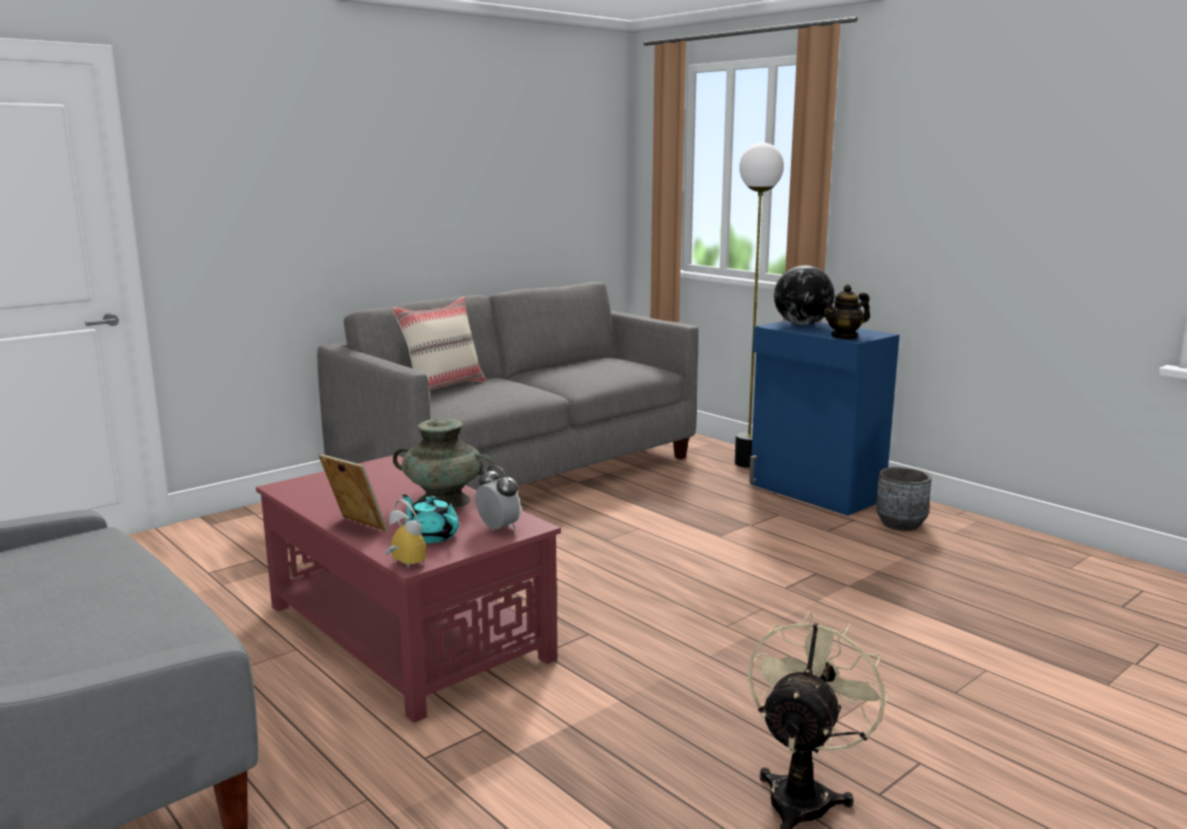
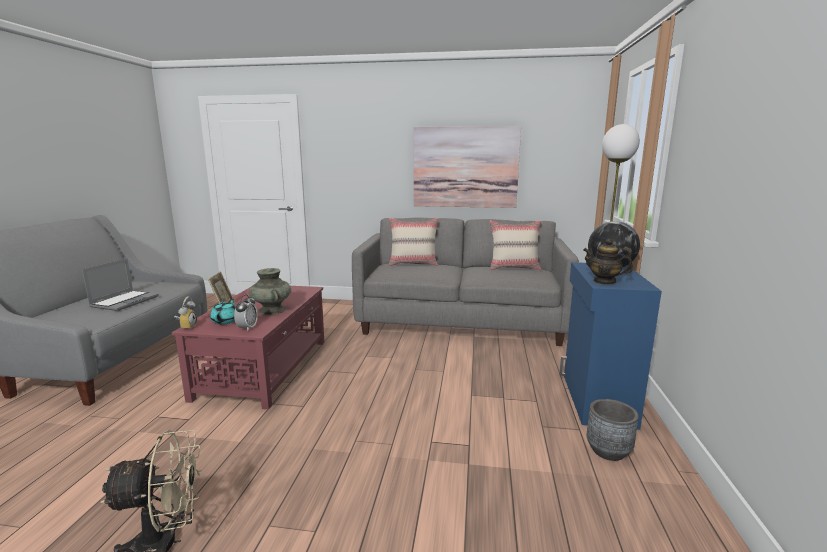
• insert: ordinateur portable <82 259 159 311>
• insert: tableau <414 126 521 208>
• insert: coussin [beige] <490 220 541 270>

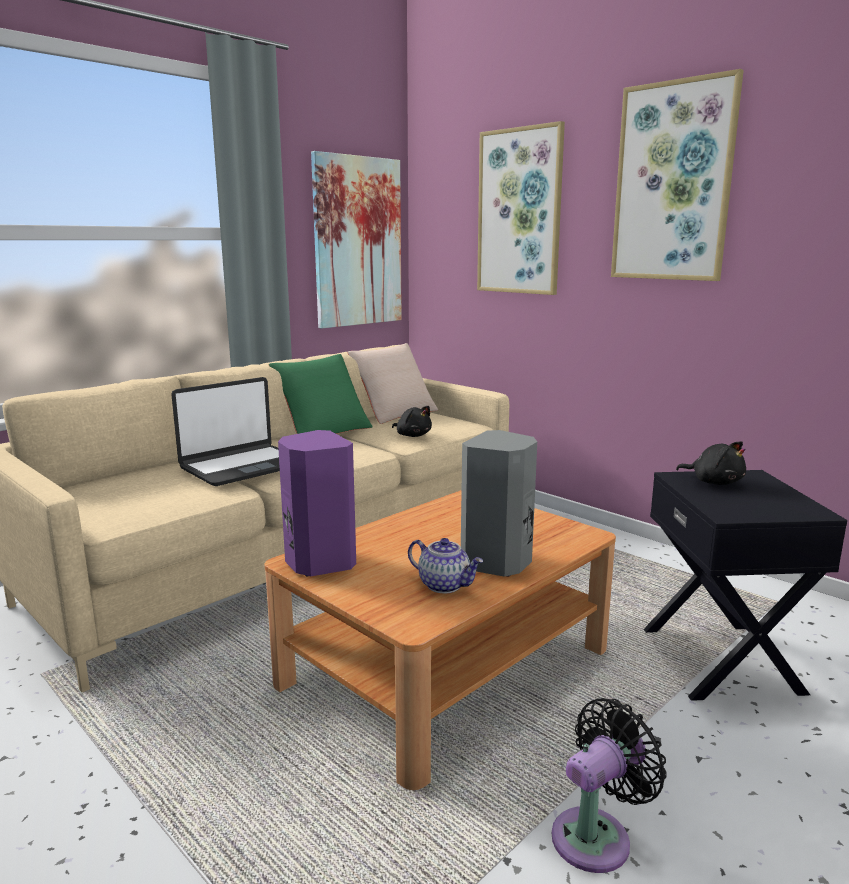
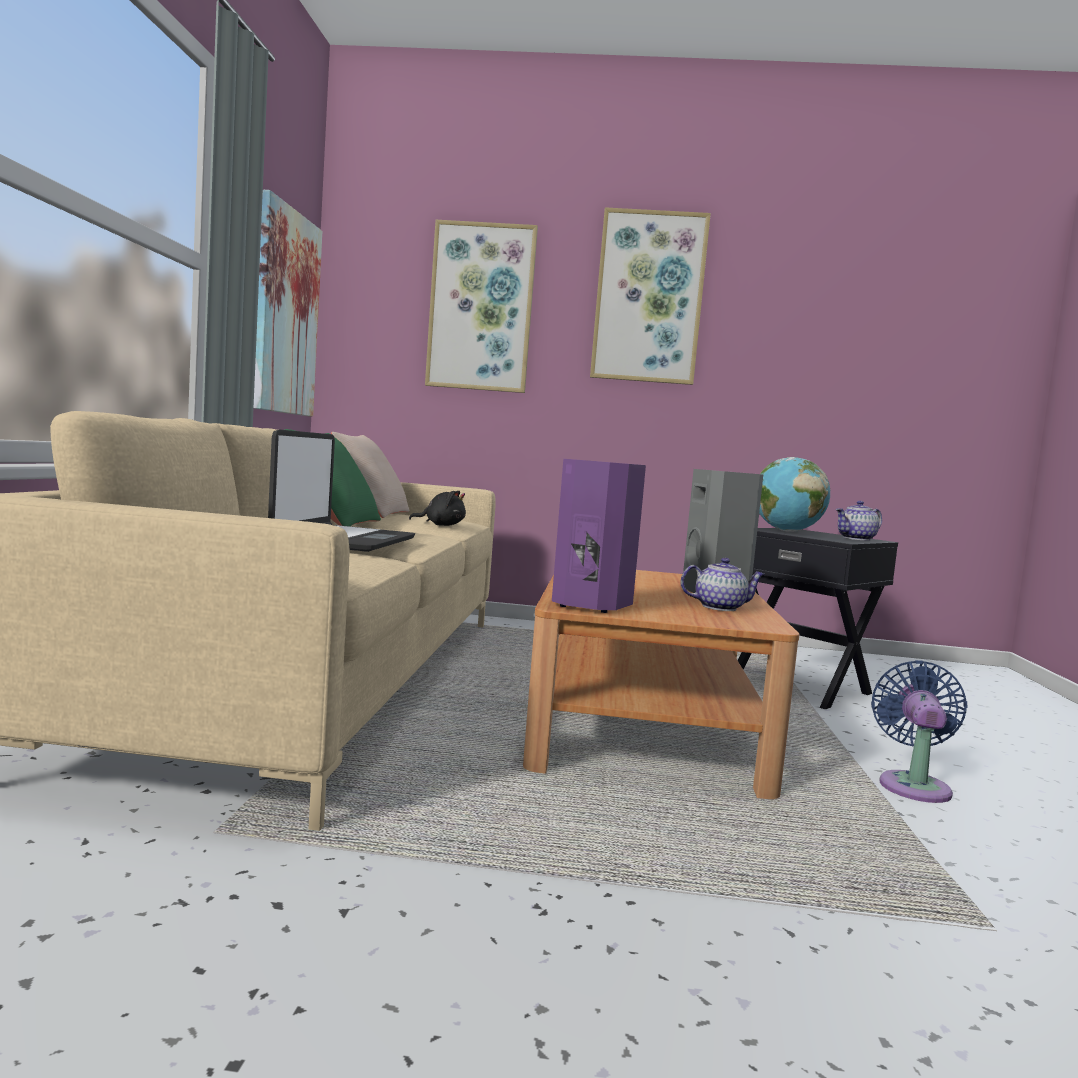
• replace: peluche [noir] <676 441 746 485> to globe <759 457 830 532>
• insert: théière <836 501 882 541>
• recolor: ventilateur [noir] <552 698 667 873> to ventilateur [bleu] <871 660 968 803>

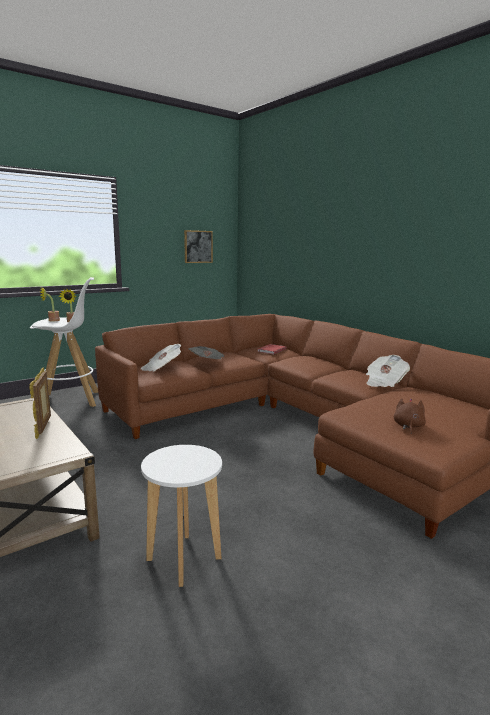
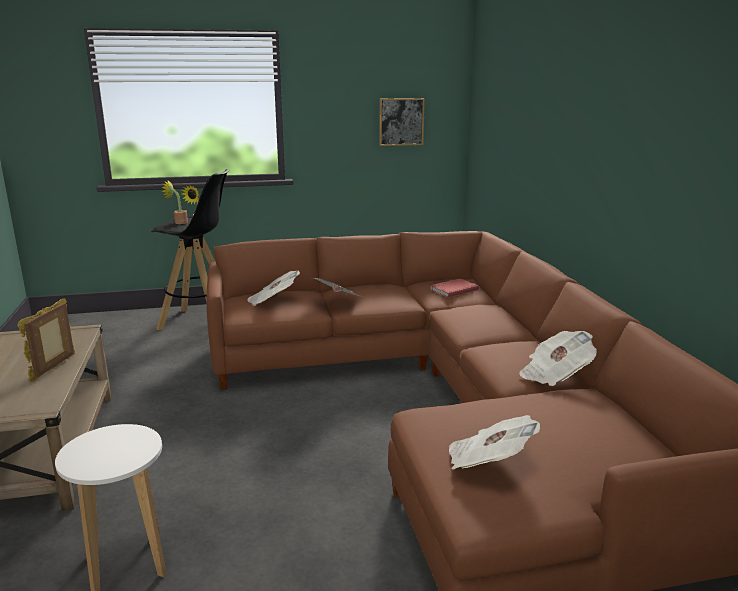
• recolor: tabouret [blanc] <30 277 98 407> to tabouret [noir] <151 169 229 330>
• replace: peluche [marron] <394 398 426 434> to journal <449 415 540 470>

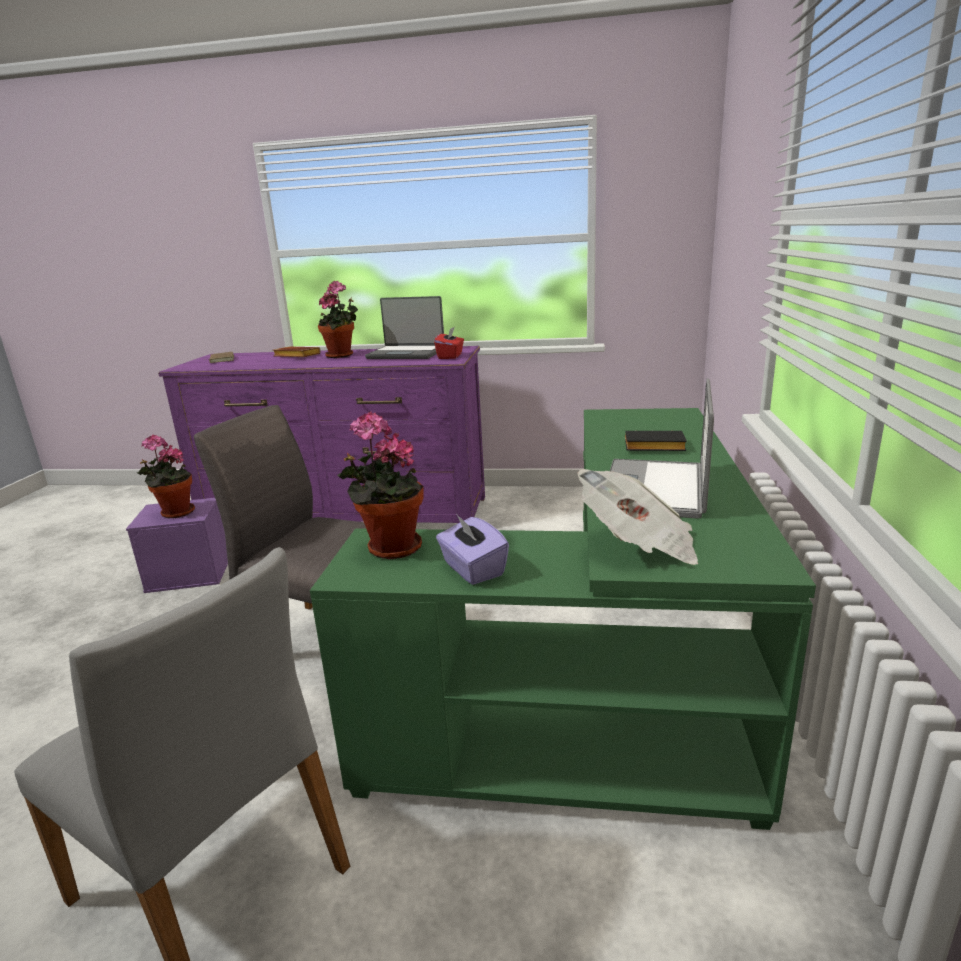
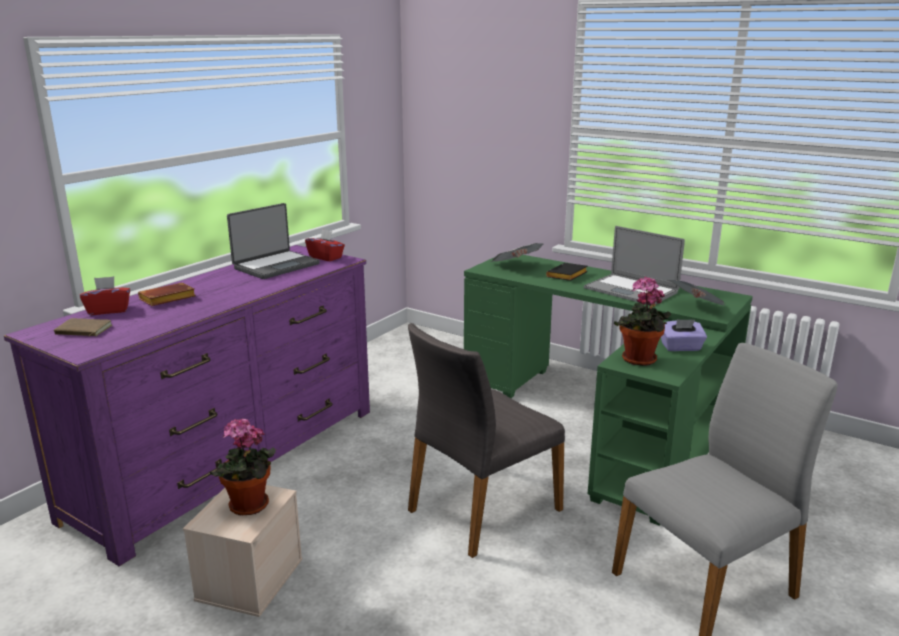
• insert: boîte à mouchoirs [rouge] <80 276 130 315>
• recolor: boîte de rangement [violet] <126 498 228 593> to boîte de rangement [beige] <183 485 302 617>
• insert: journal <490 243 543 262>
• delete: plante en pot <318 281 358 358>

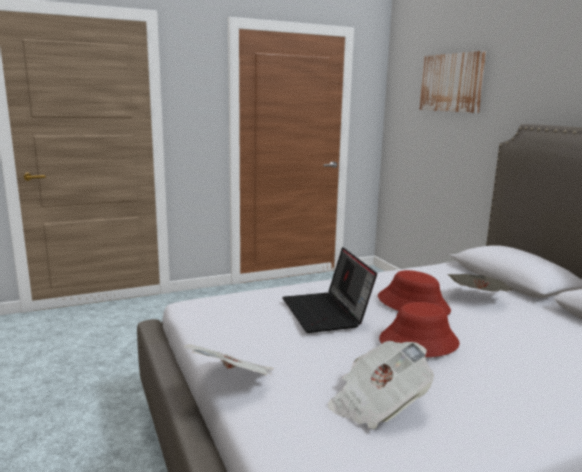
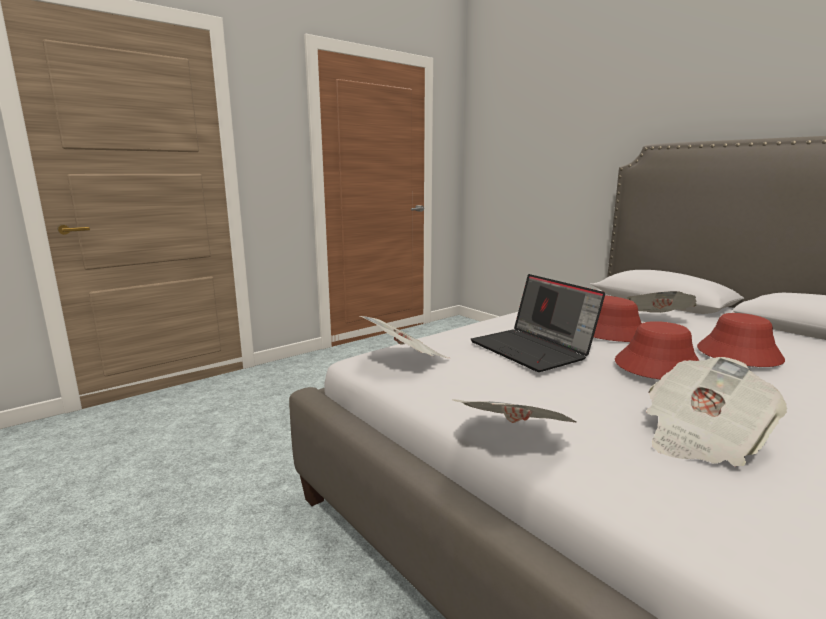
• insert: journal <360 316 449 358>
• insert: chapeau [rouge] <697 313 785 367>
• delete: tableau <419 51 486 113>

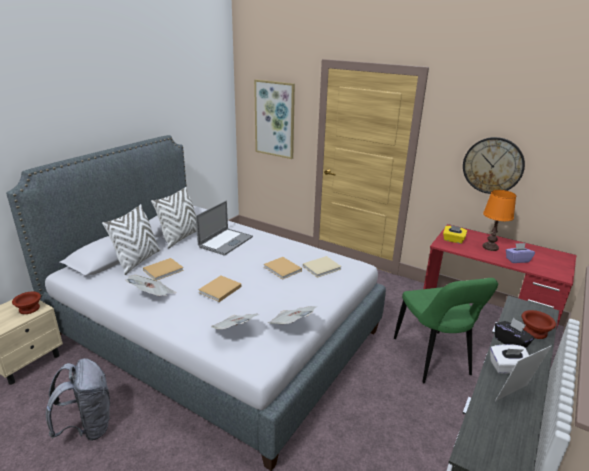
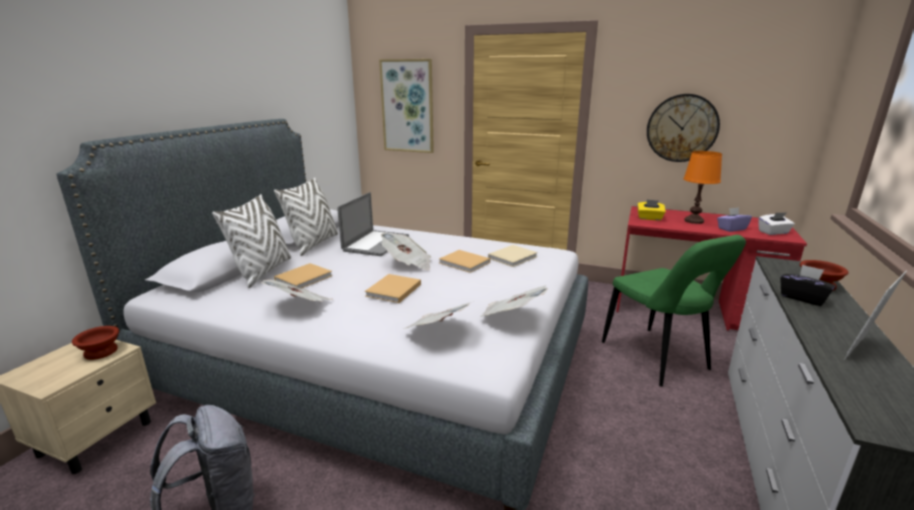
• insert: journal <381 233 431 270>
• move: boîte à mouchoirs [blanc] <490 344 529 373> to <759 212 795 235>

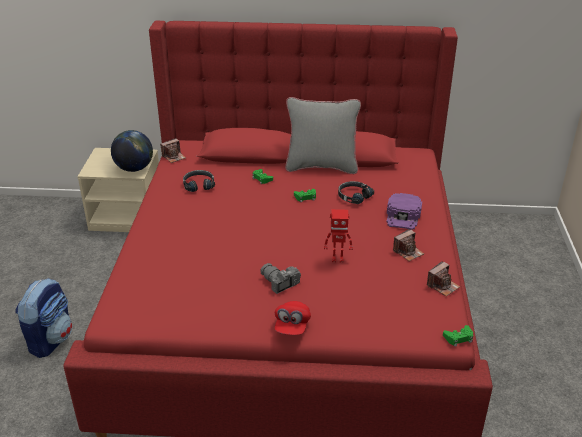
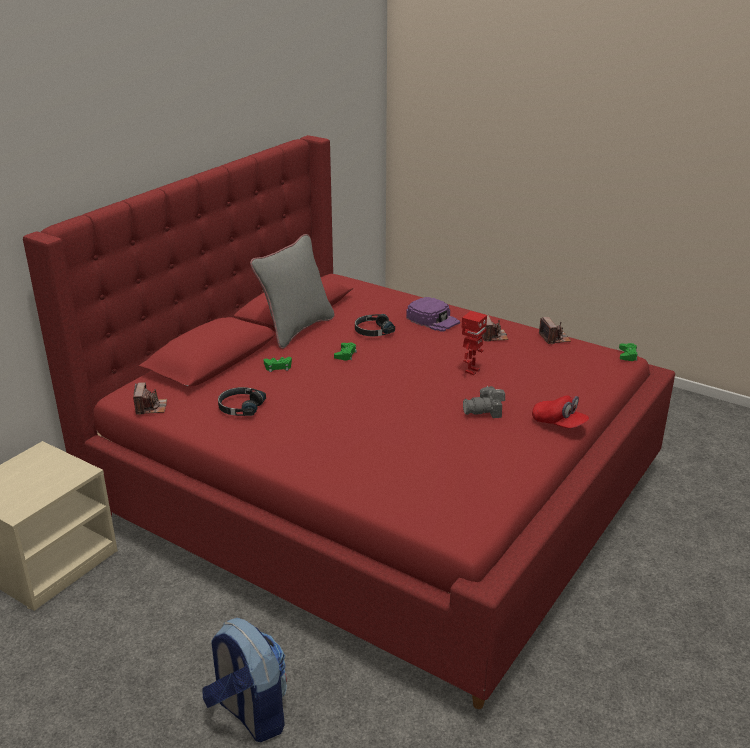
• delete: globe <111 130 153 172>

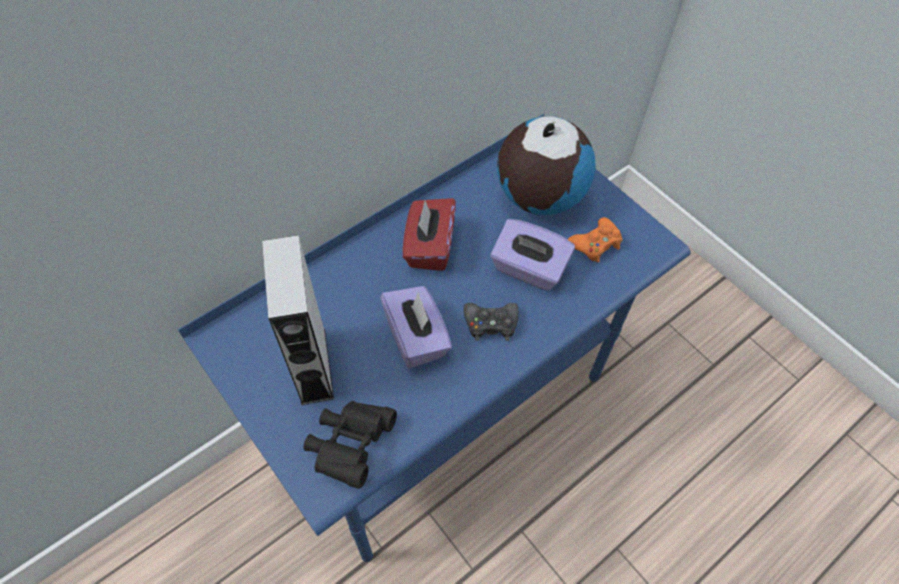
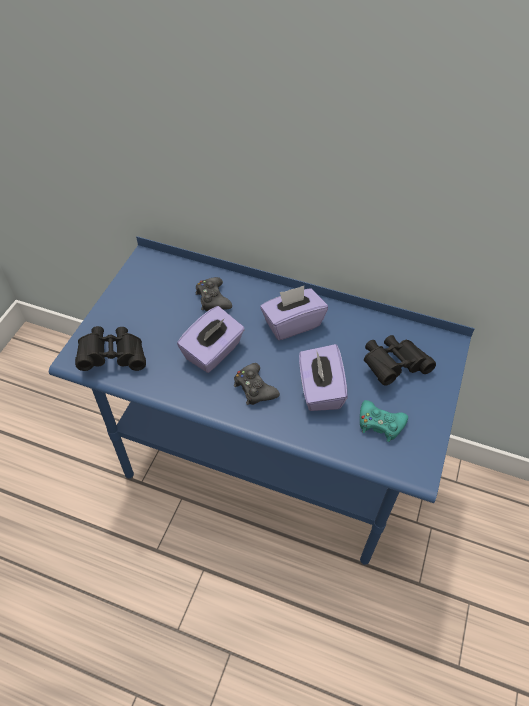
• insert: manette [noir] <196 277 232 311>
• recolor: boîte à mouchoirs [rouge] <403 198 456 271> to boîte à mouchoirs [violet] <260 286 328 340>
• recolor: manette [orange] <567 217 623 263> to manette [turquoise] <360 400 408 442>
• replace: globe <497 116 596 215> to jumelles [noir] <364 335 436 386>
• delete: enceinte [gris] <262 235 334 405>

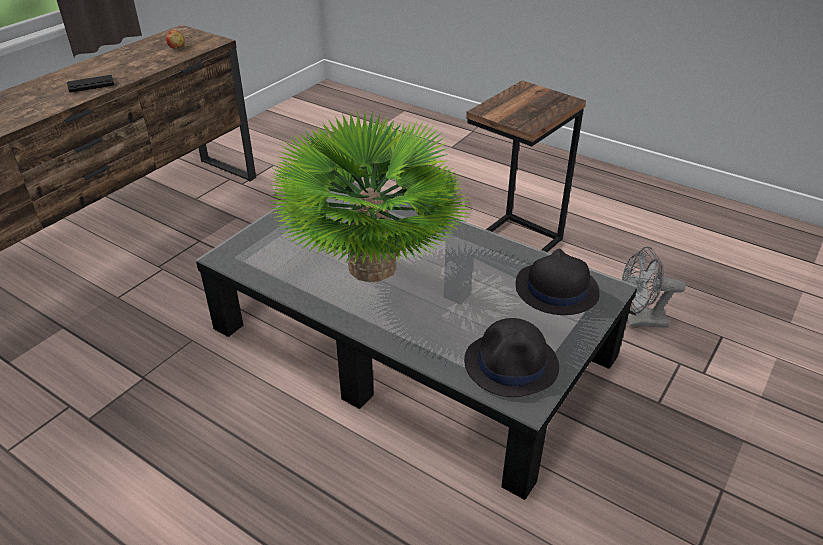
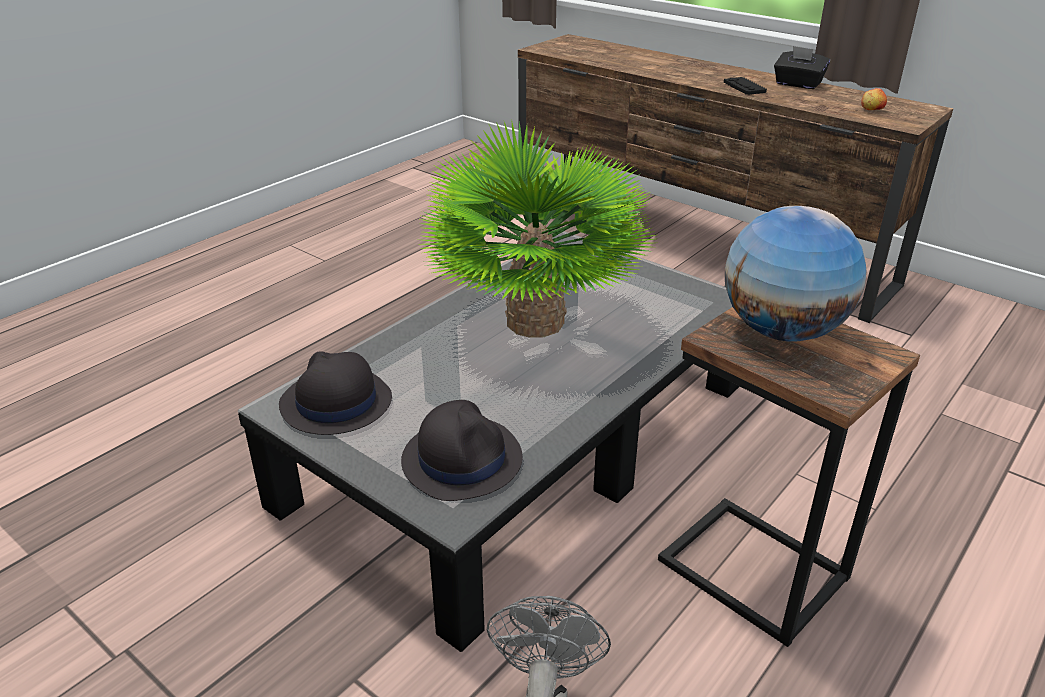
• insert: globe <725 206 867 342>
• insert: boîte à mouchoirs [noir] <774 46 830 89>

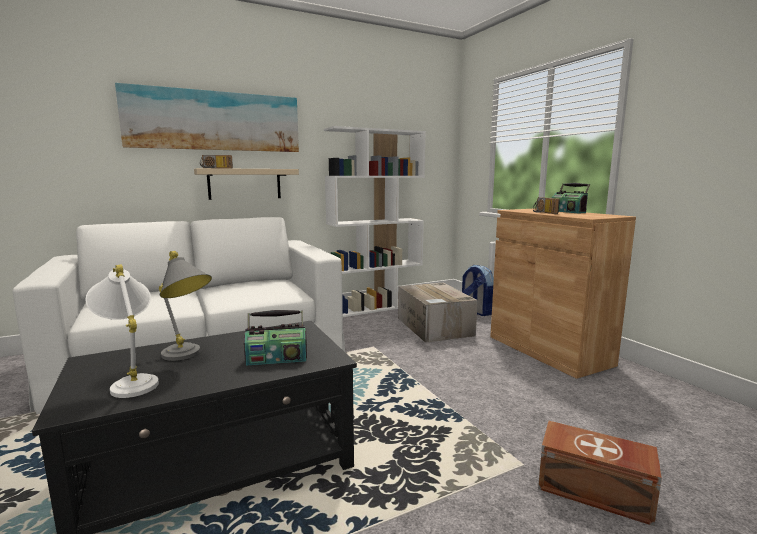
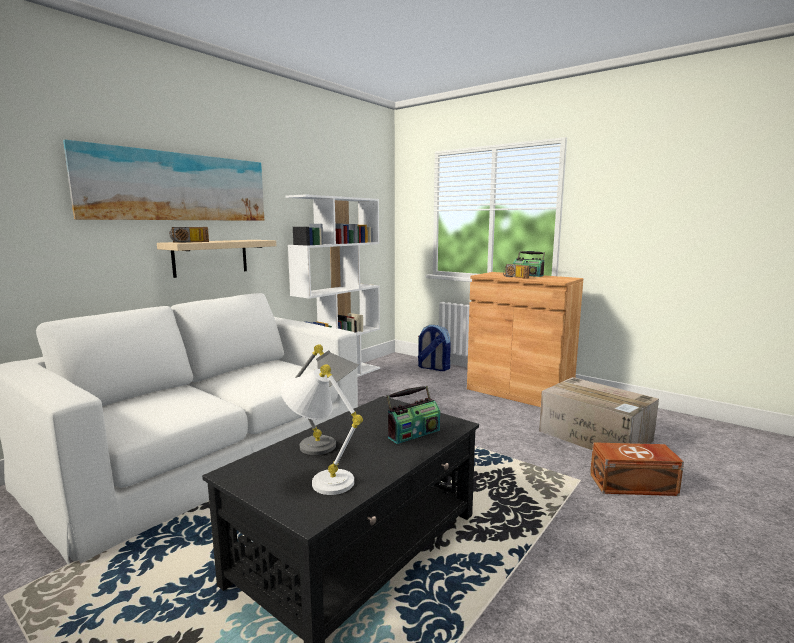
• move: carton <398 283 478 343> to <539 377 659 450>

